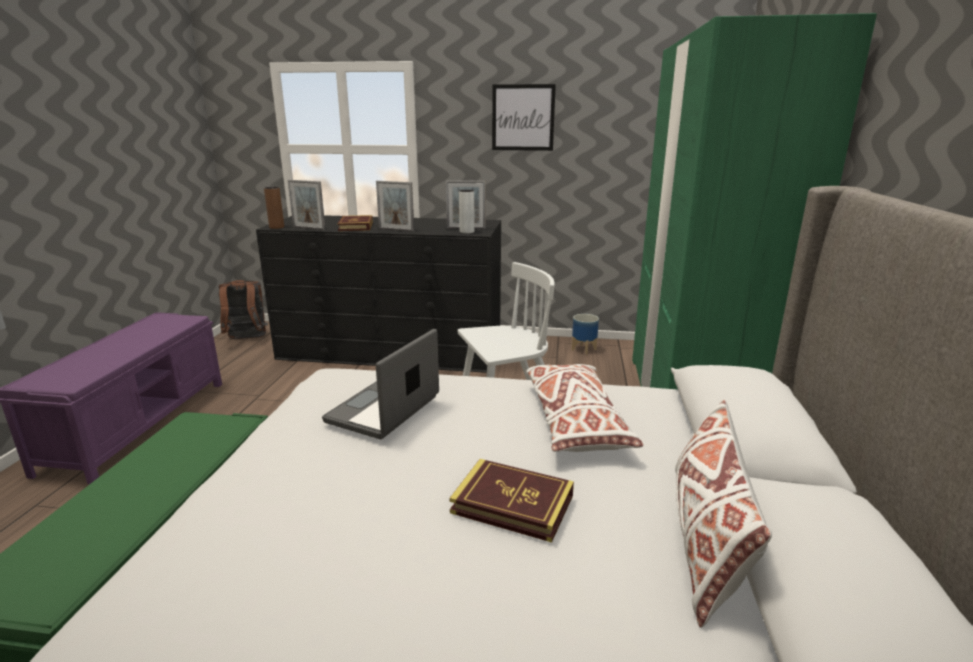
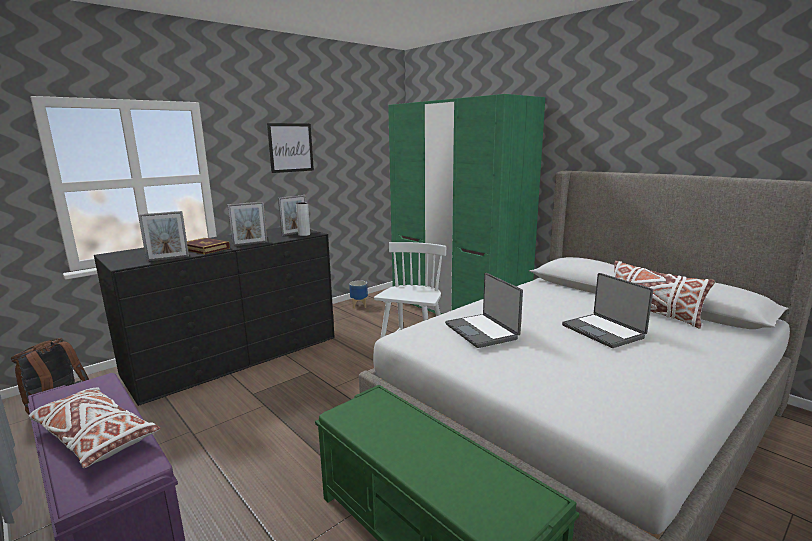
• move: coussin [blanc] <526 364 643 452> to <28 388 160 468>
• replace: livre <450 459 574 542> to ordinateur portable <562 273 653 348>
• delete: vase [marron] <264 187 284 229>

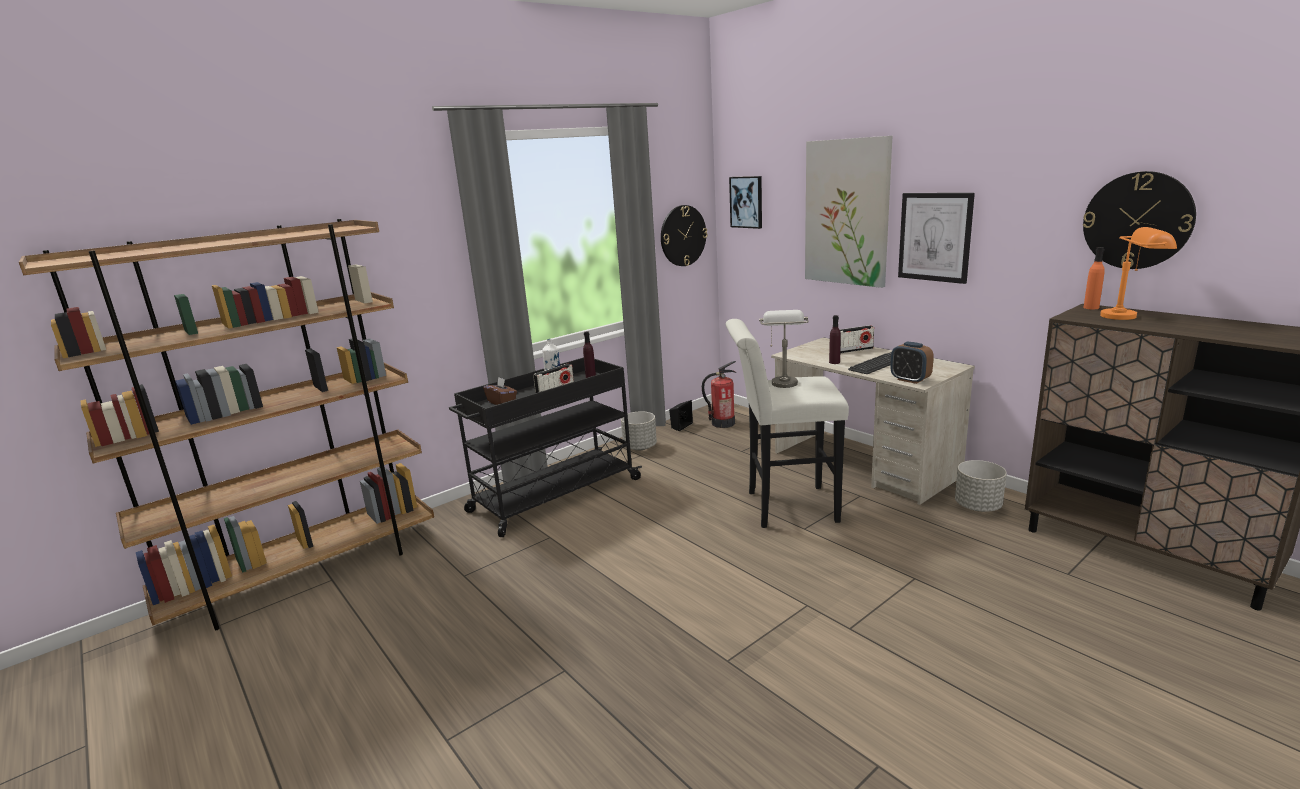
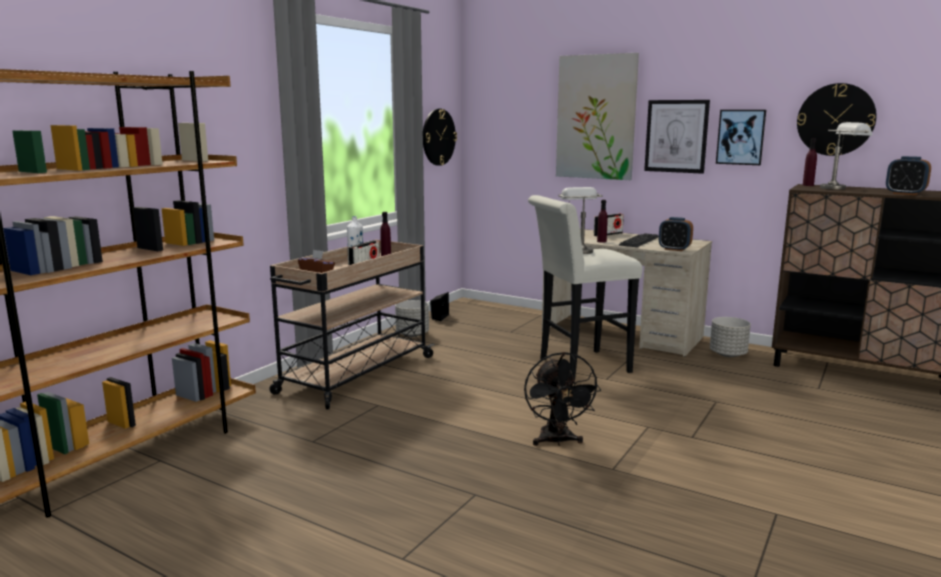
• recolor: chariot [noir] <449 358 642 537> to chariot [beige] <270 240 435 409>
• insert: ventilateur [noir] <524 352 601 446>
• move: tableau <729 176 762 229> to <716 110 766 165>
• recolor: bouteille [orange] <1083 247 1105 309> to bouteille [violet] <803 139 817 186>
• recolor: lampe de table [orange] <1100 227 1177 320> to lampe de table [gris] <820 122 872 190>
• insert: réveil <886 156 931 195>
• delete: extincteur <702 361 736 428>

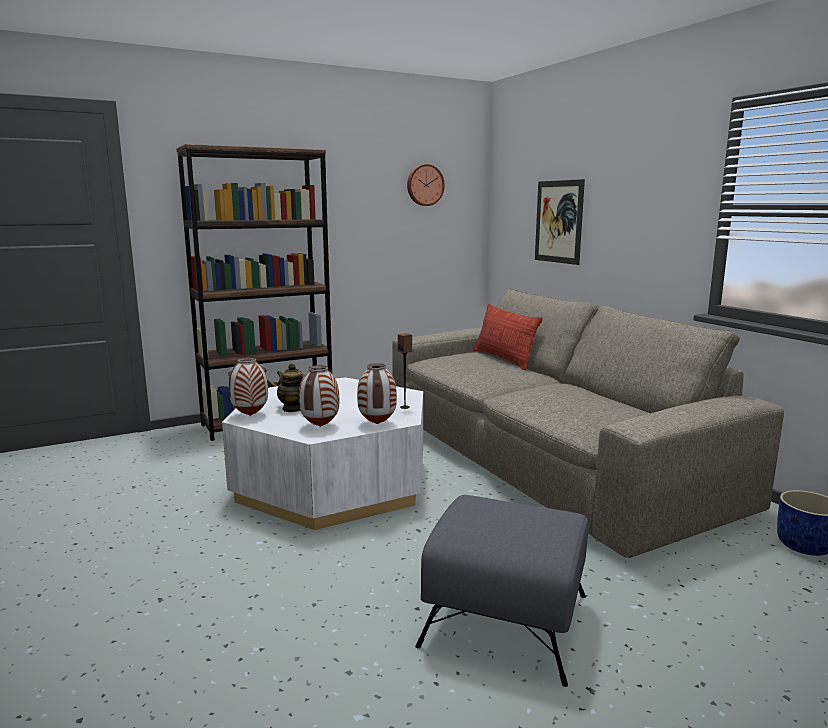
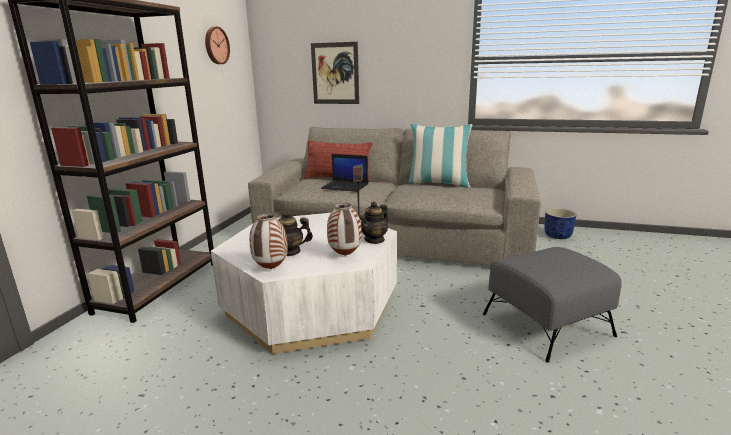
• insert: ordinateur portable <321 154 368 192>
• replace: vase <357 363 397 424> to théière <360 201 388 244>
• insert: coussin <408 124 472 188>

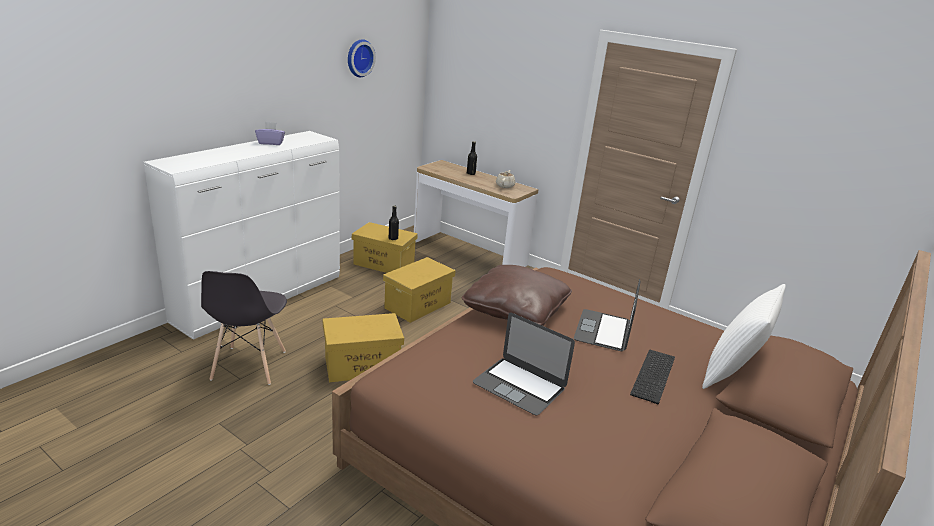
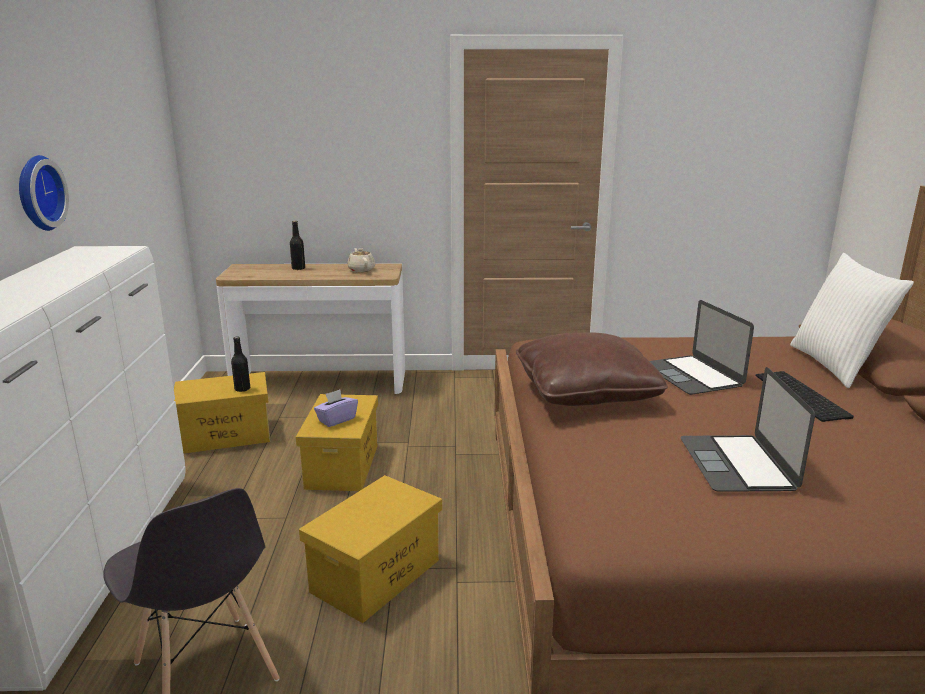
• move: horloge murale <348 39 376 77> to <19 155 69 231>
• move: boîte à mouchoirs [violet] <255 122 285 145> to <314 390 358 427>
• rotate: ordinateur portable <473 312 575 415> = <681 367 815 492> 90 degrees clockwise

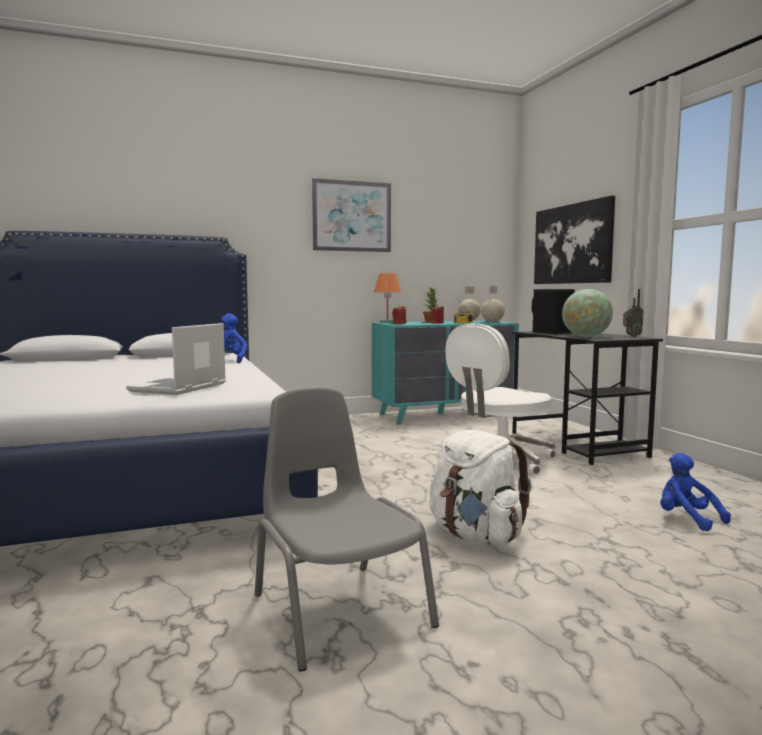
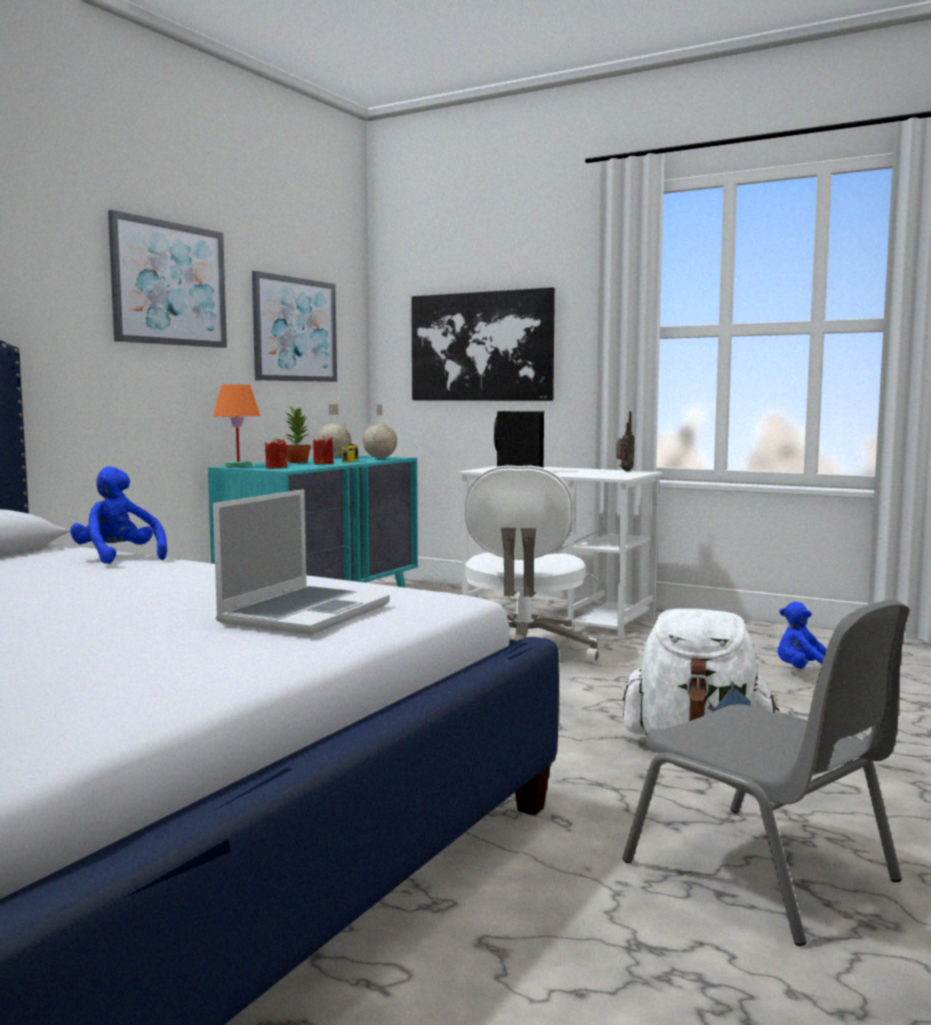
• rotate: ordinateur portable <126 323 226 395> = <213 489 390 635> 135 degrees counterclockwise
• insert: tableau <252 271 337 382>
• recolor: bureau [noir] <512 331 663 465> to bureau [blanc] <458 466 663 638>
• rotate: chaise [gris] <255 388 439 671> = <622 600 910 946> 150 degrees counterclockwise
• delete: globe <562 289 613 337>

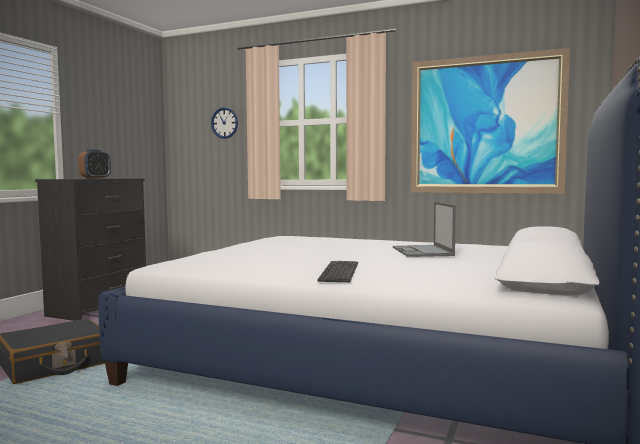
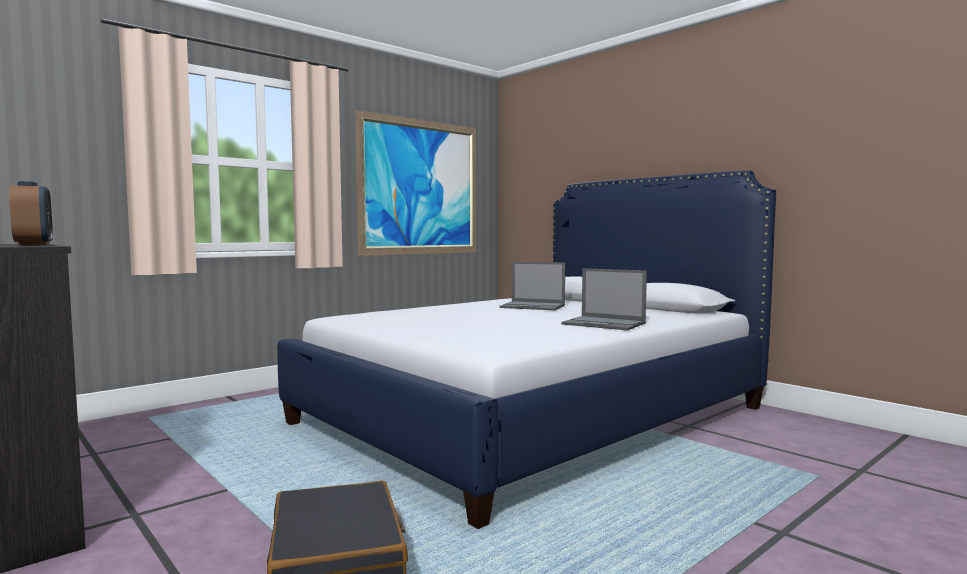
• replace: clavier <317 261 358 282> to ordinateur portable <561 268 647 330>
• delete: horloge murale <211 107 238 139>

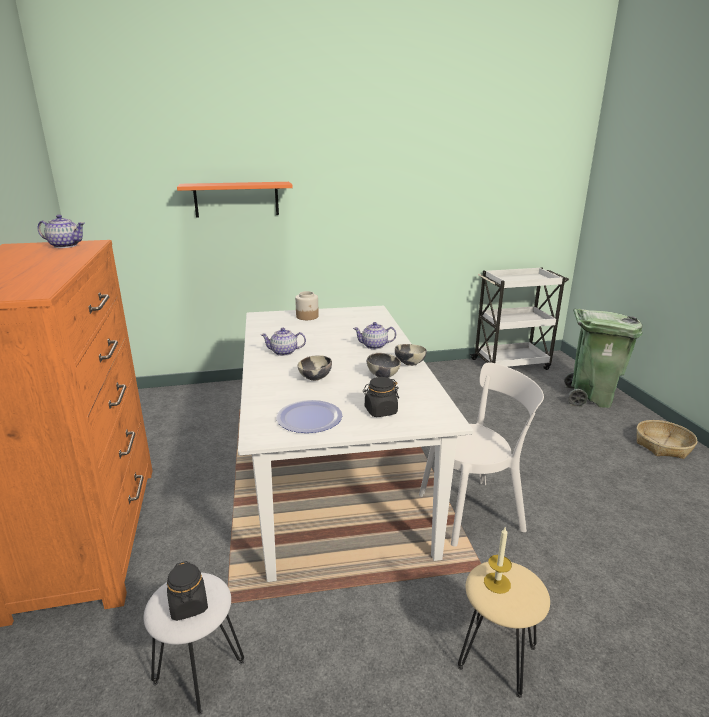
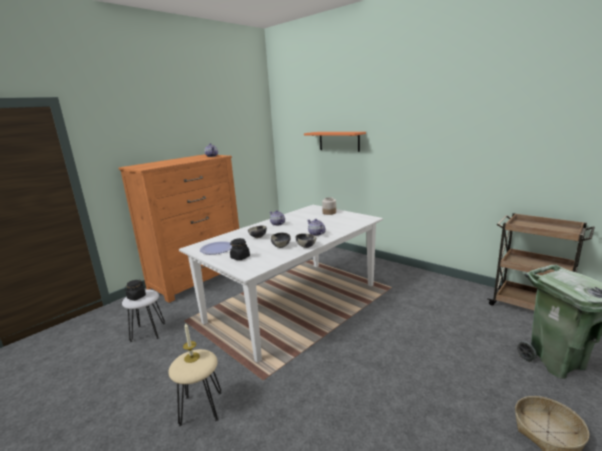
• recolor: chariot [blanc] <469 267 569 370> to chariot [marron] <487 213 595 310>
• delete: chaise [blanc] <419 362 544 547>

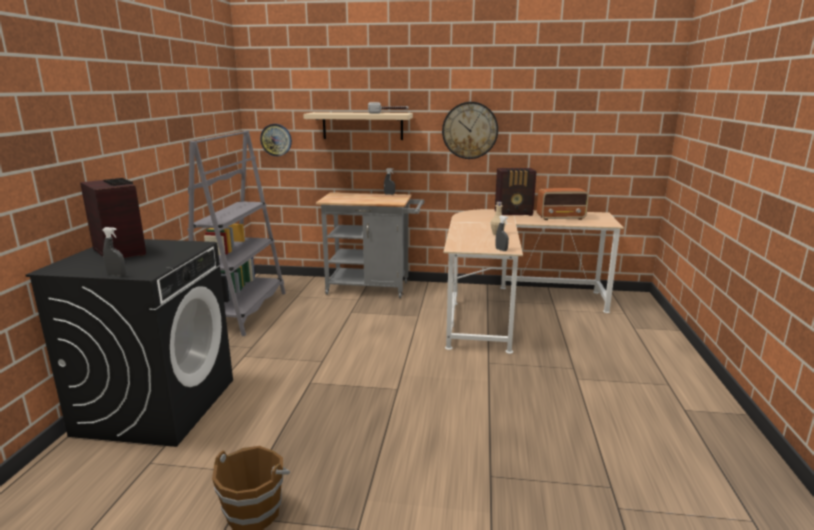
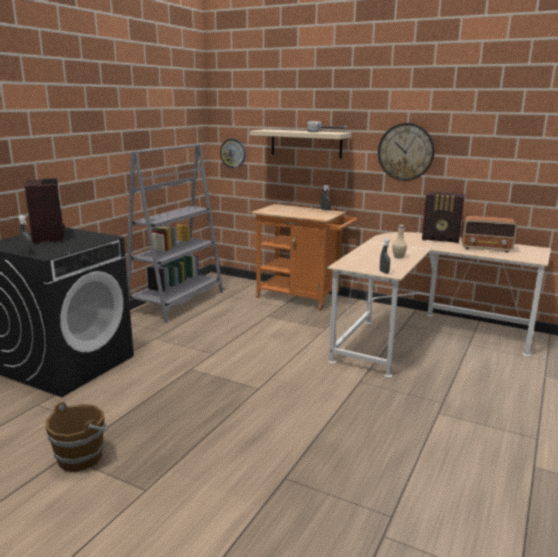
• recolor: chariot [gris] <316 192 425 298> to chariot [orange] <251 204 358 311>

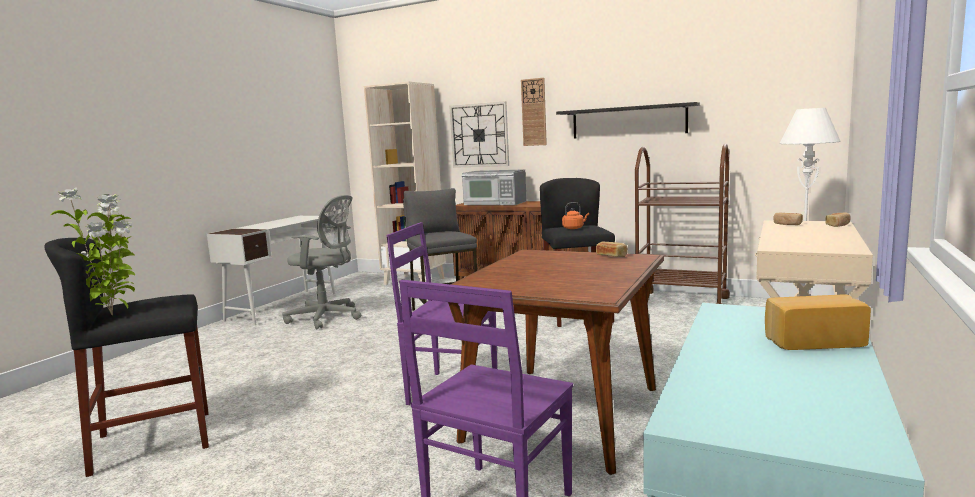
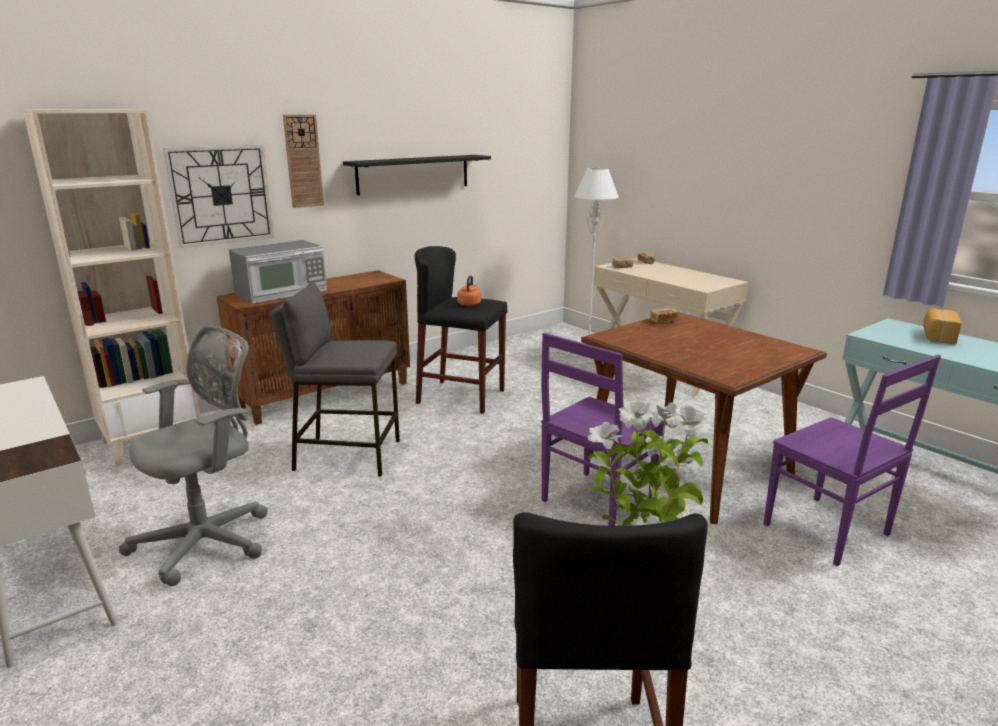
• delete: chariot [marron] <635 144 730 304>

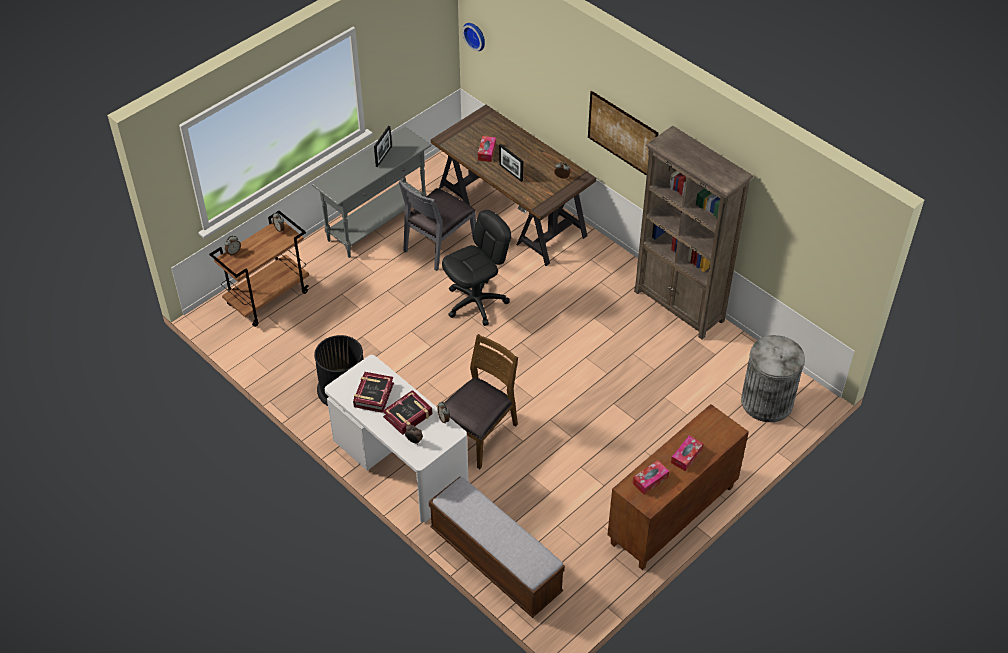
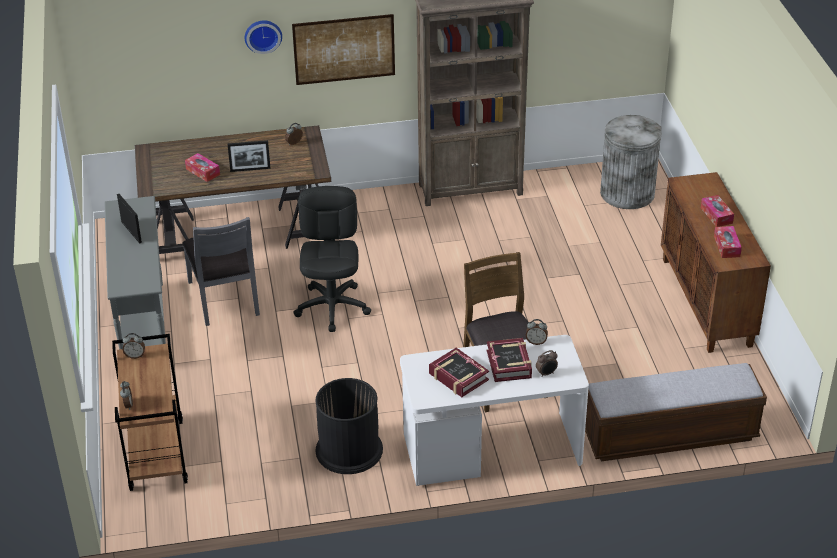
• move: horloge murale <462 23 485 51> to <245 21 282 54>

